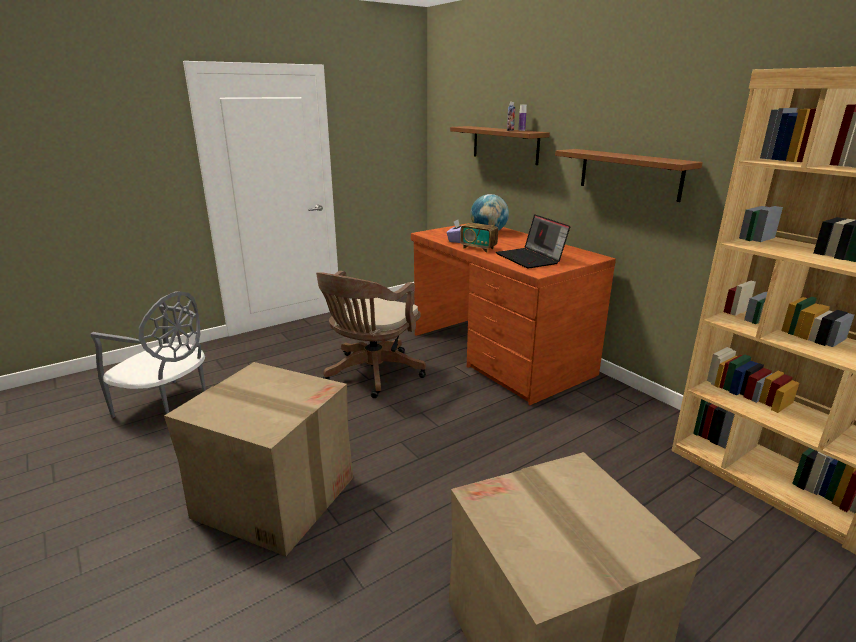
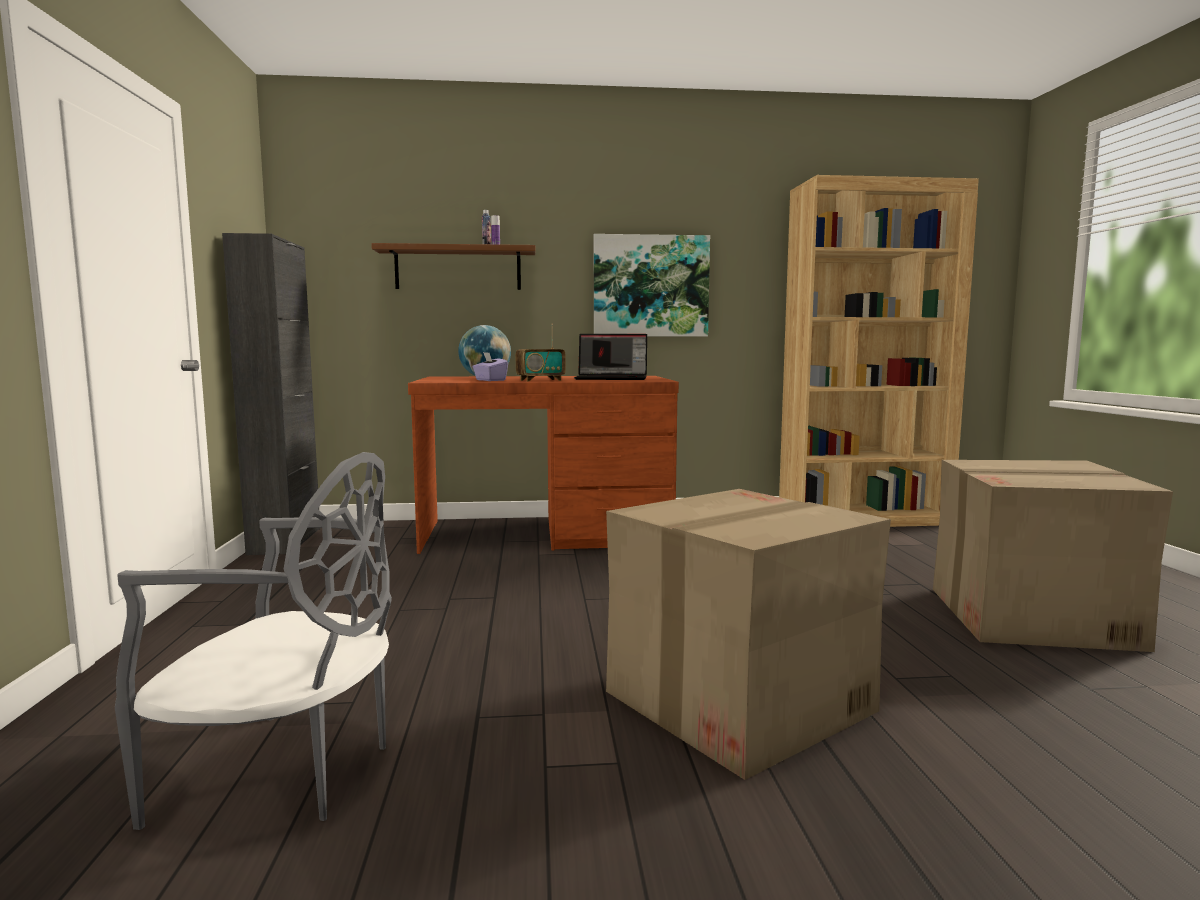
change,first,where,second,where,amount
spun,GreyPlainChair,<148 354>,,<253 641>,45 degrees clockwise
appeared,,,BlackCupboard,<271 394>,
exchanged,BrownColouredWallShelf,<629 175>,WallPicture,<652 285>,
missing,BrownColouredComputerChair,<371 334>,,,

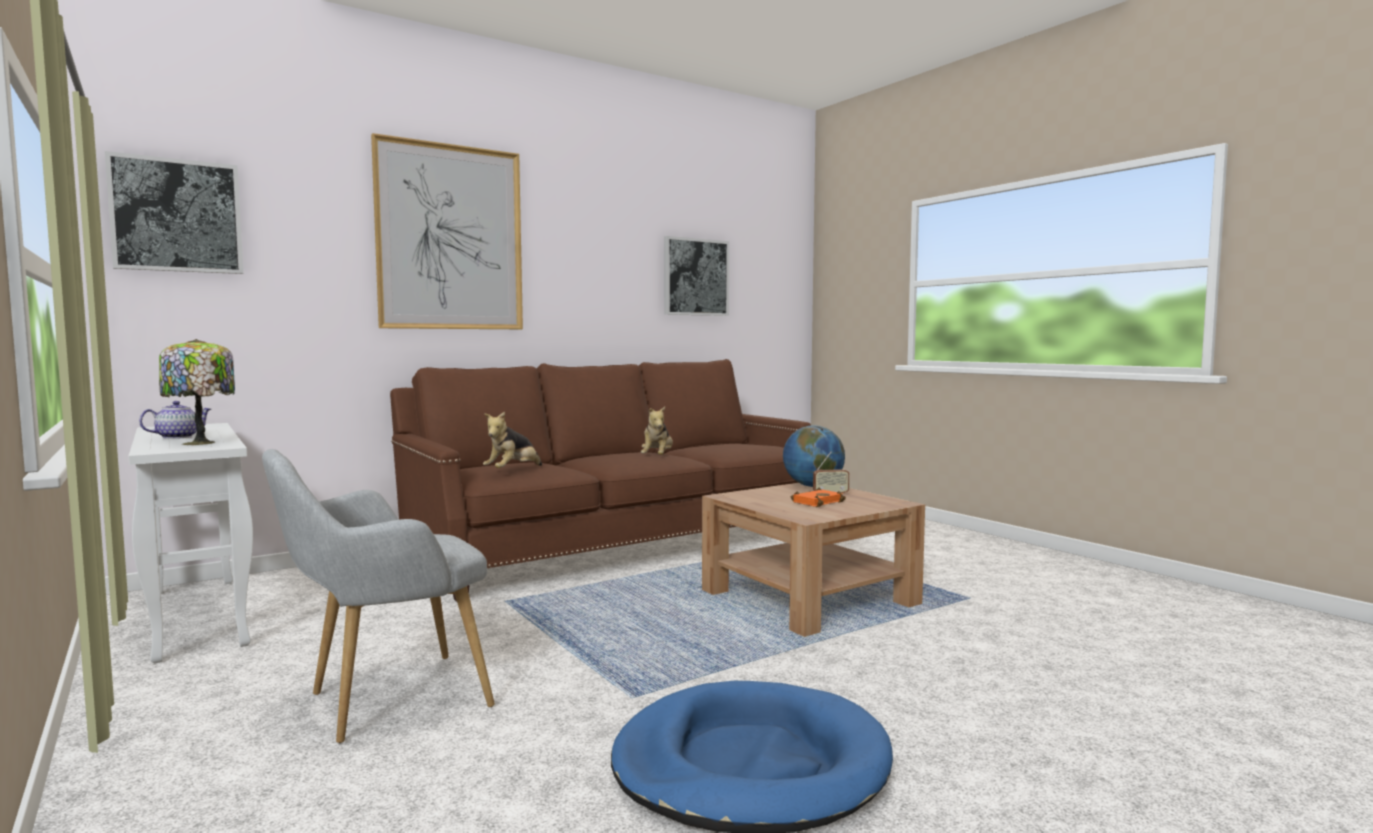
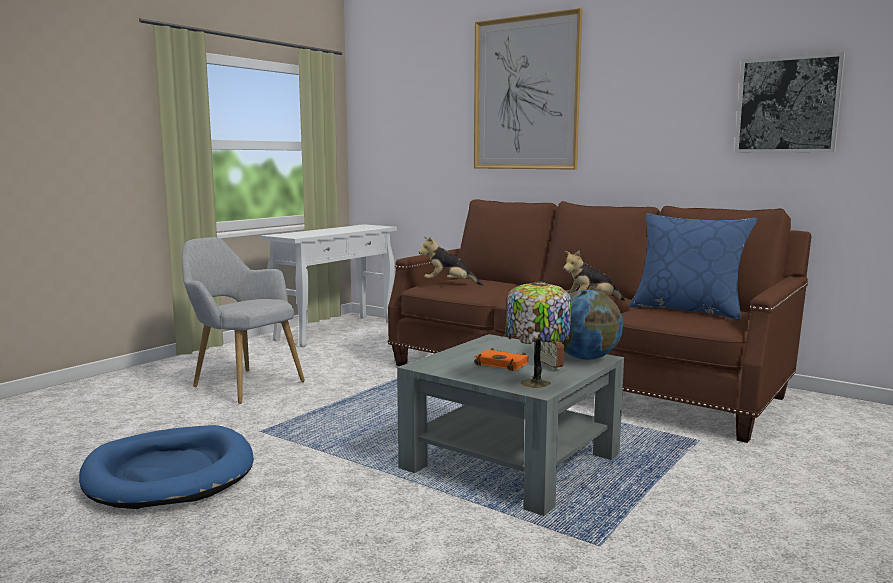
change,first,where,second,where,amount
colour,BrownColouredLoungeTable,<813 560>,GreyLoungeTable,<510 425>,
relocated,LampForATable,<197 392>,,<538 334>,
appeared,,,BlueColouredCushion,<693 266>,
missing,WallPicture,<174 212>,,,
missing,PotForTea,<175 420>,,,

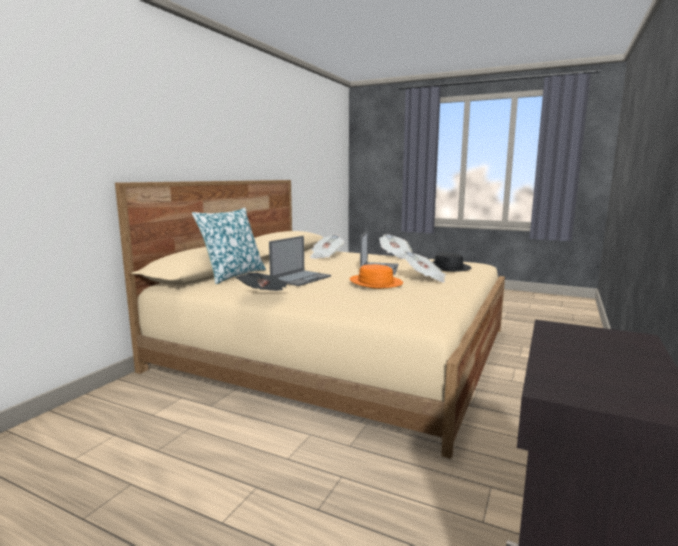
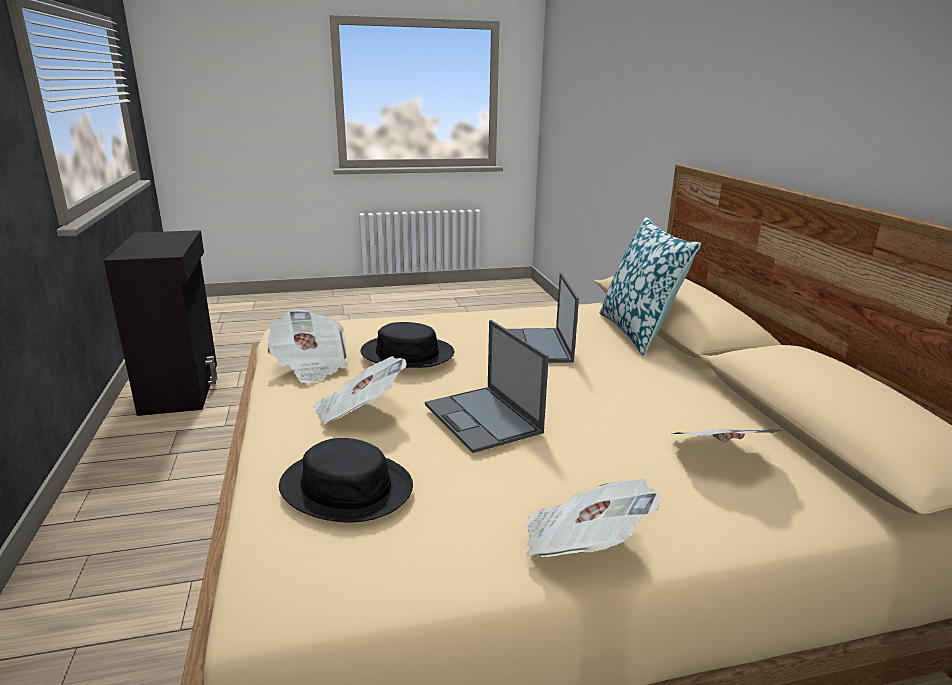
change,first,where,second,where,amount
relocated,Newspaper,<261 282>,,<307 346>,
colour,OrangeyHat,<376 276>,BlackHat,<407 345>,

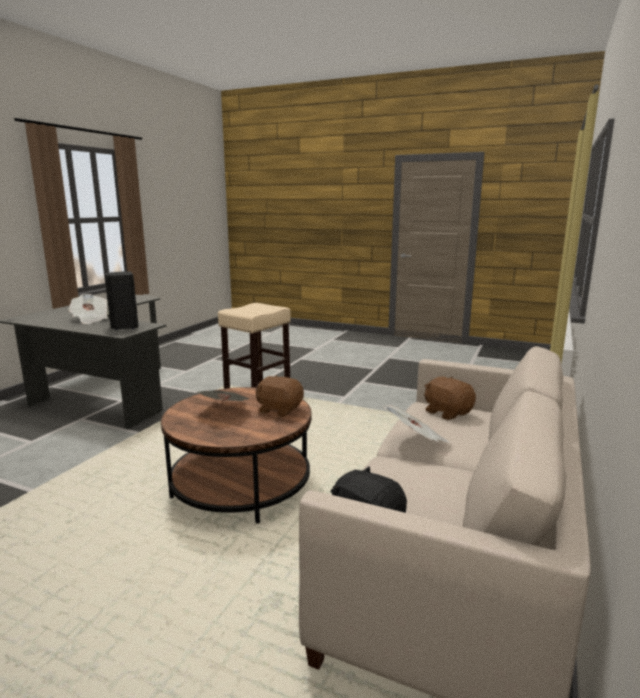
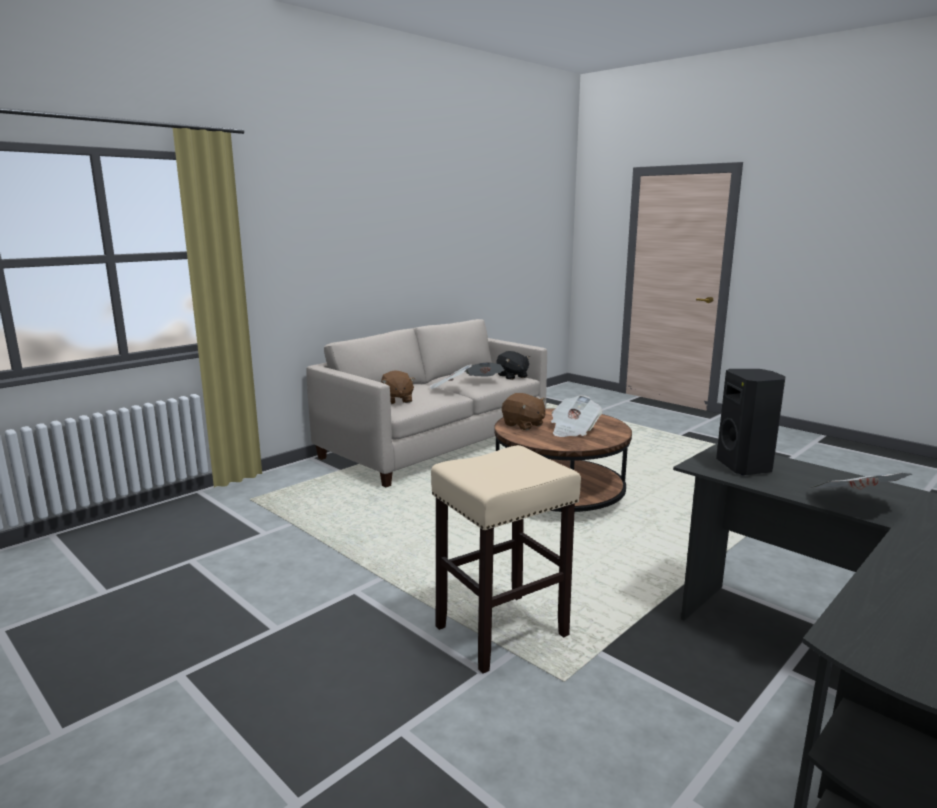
change,first,where,second,where,amount
appeared,,,Newspaper,<485 369>,

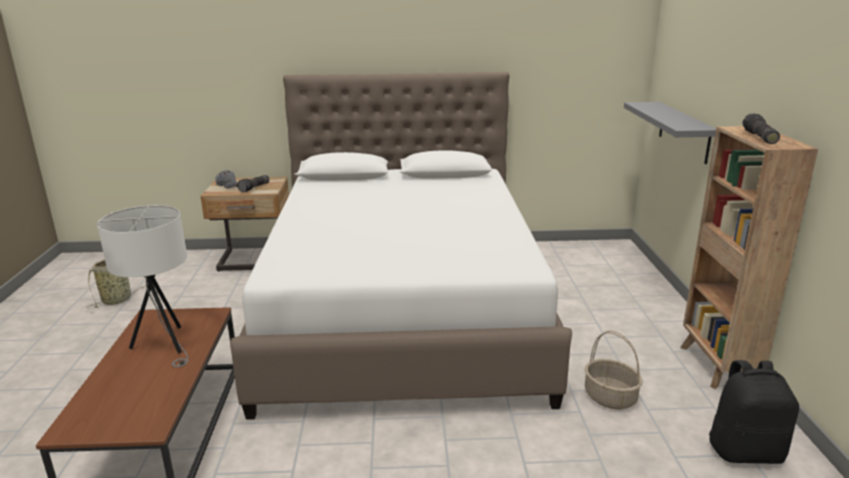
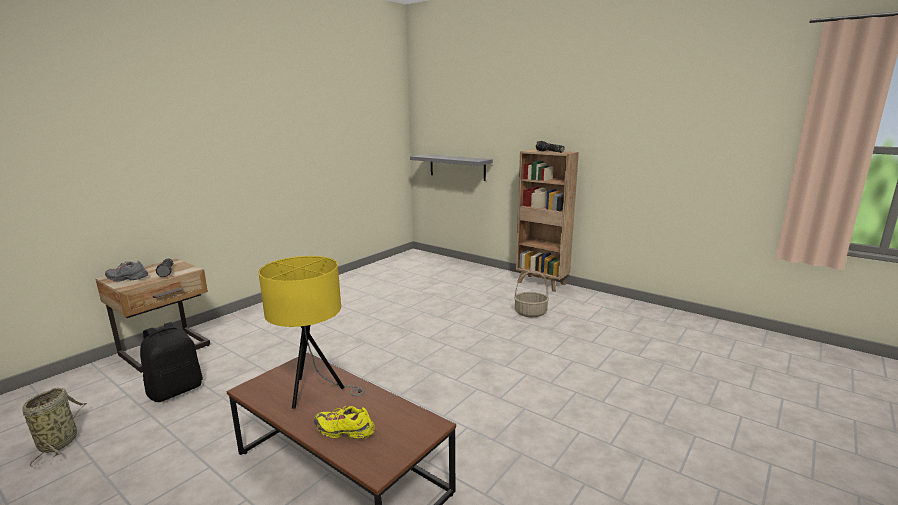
change,first,where,second,where,amount
relocated,BlackKnapsack,<754 412>,,<171 362>,
colour,WhiteLampForATable,<142 286>,YellowColouredLampForATable,<311 332>,
appeared,,,YellowColouredShoe,<344 422>,
missing,WhiteSleepingBed,<401 246>,,,

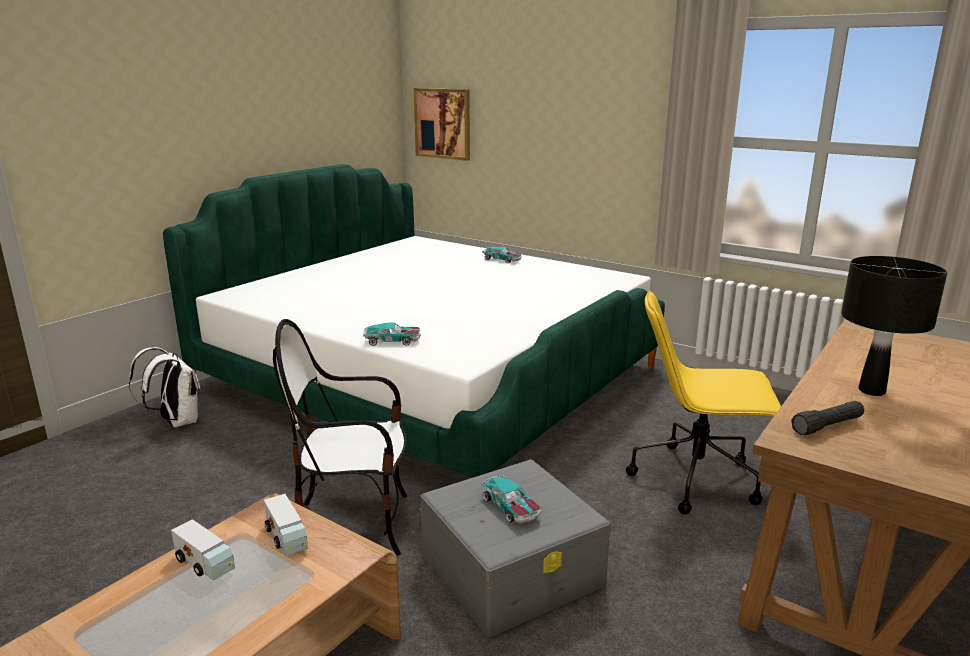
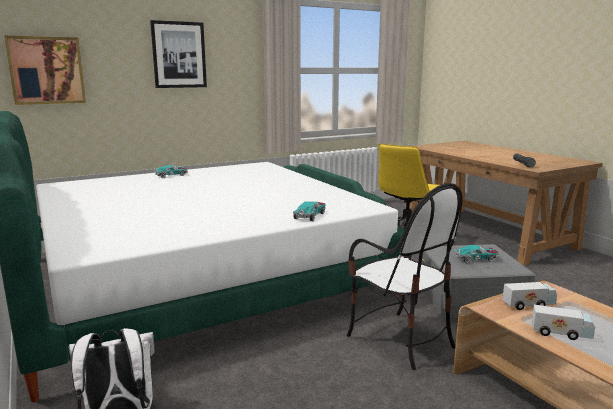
change,first,where,second,where,amount
appeared,,,WallPicture,<178 54>,
spun,PlainChair,<340 437>,,<405 276>,60 degrees counterclockwise
spun,ToyLorry,<203 549>,,<563 322>,45 degrees clockwise
missing,BlackLampForATable,<894 326>,,,

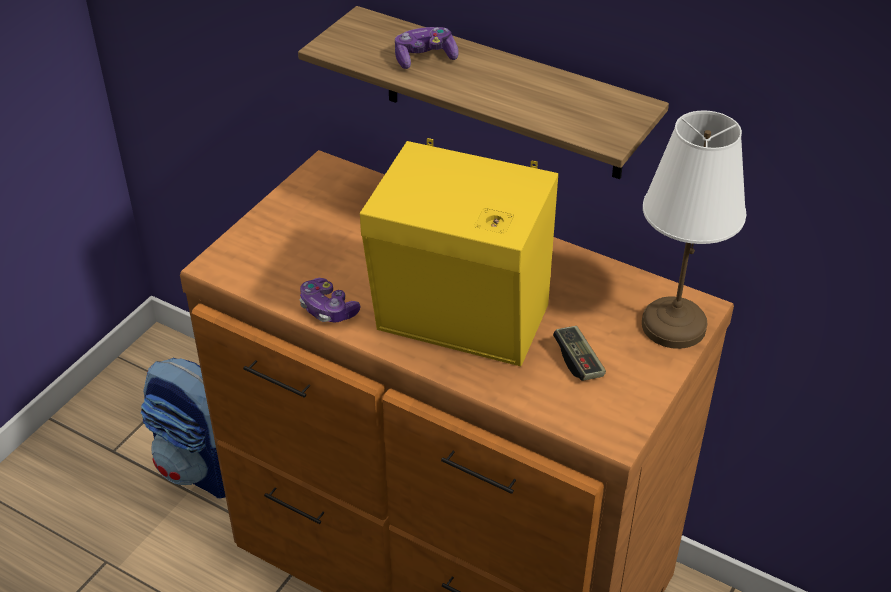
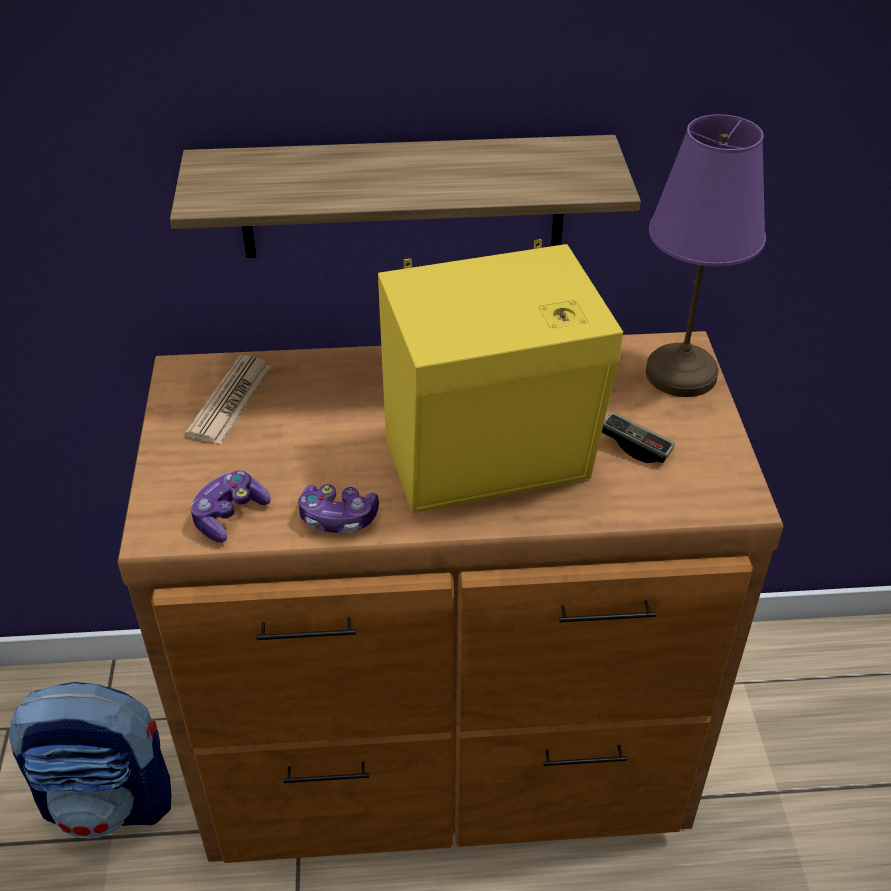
change,first,where,second,where,amount
appeared,,,Newspaper,<228 399>,
relocated,Joypad,<426 48>,,<230 507>,
colour,WhiteLampForATable,<694 230>,PurpleLampForATable,<706 255>,

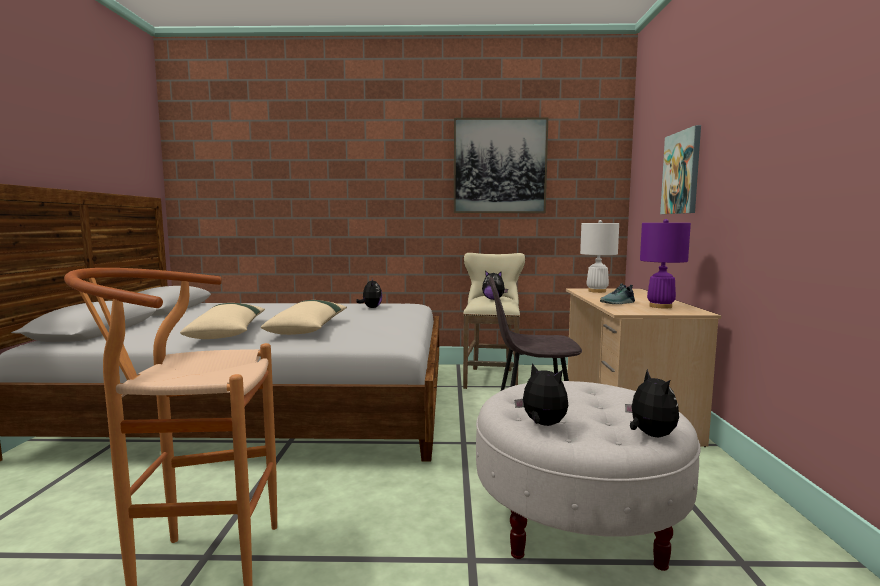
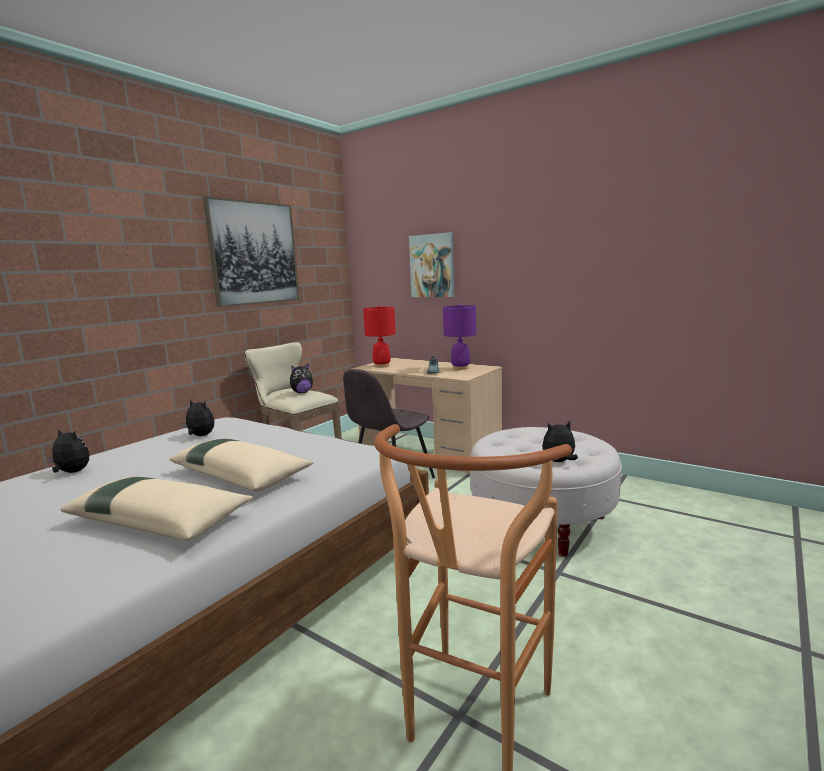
change,first,where,second,where,amount
relocated,PlushToy,<652 403>,,<68 451>,
colour,WhiteLampForATable,<599 256>,RedLampForATable,<379 336>,

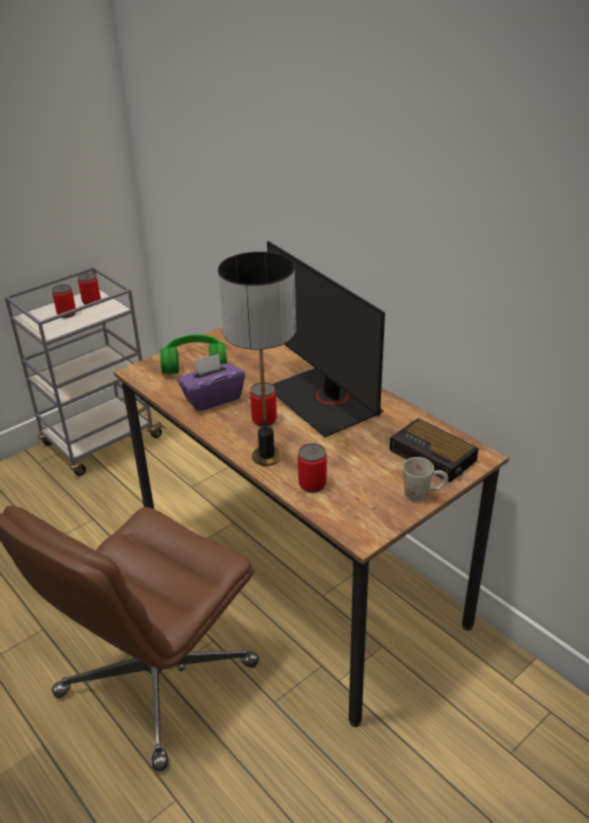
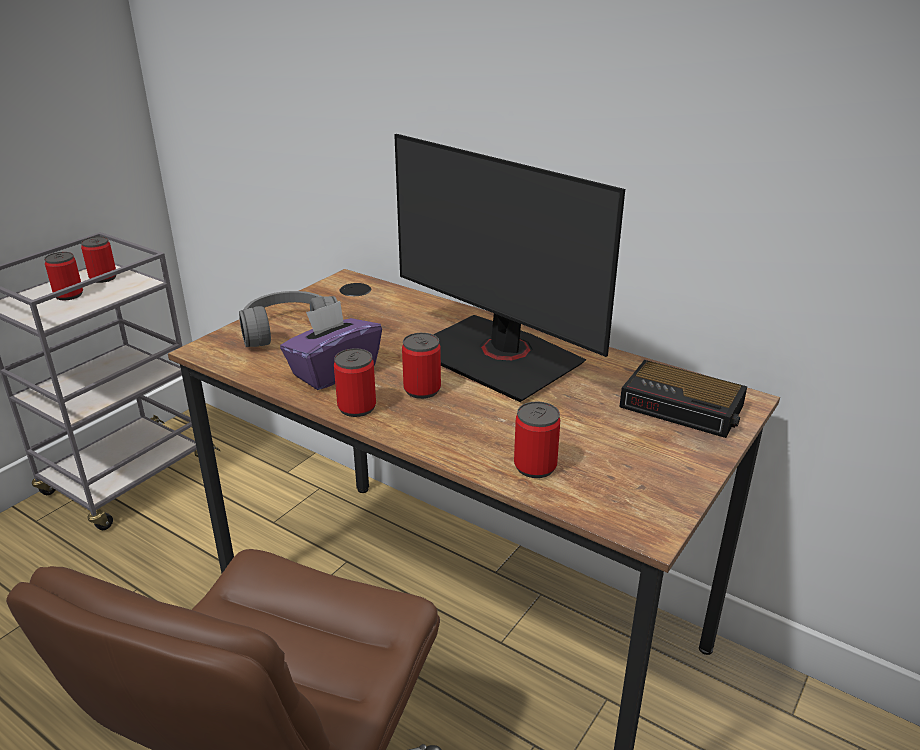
change,first,where,second,where,amount
colour,GreenishHeadphones,<193 354>,GreyHeadphones,<288 319>,
appeared,,,Can,<355 382>,
missing,LampForATable,<257 359>,,,
missing,WhiteTeaMug,<425 479>,,,

